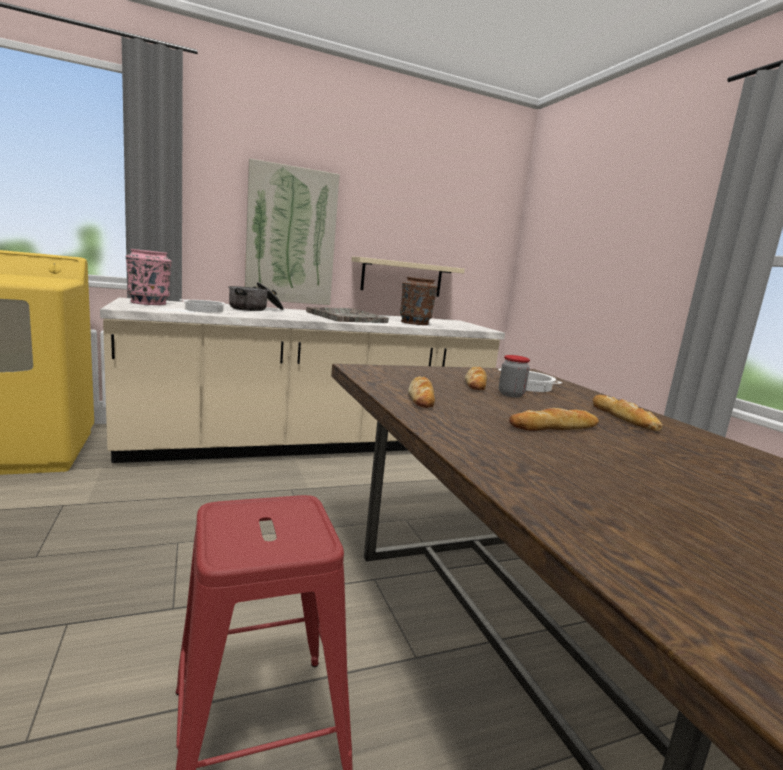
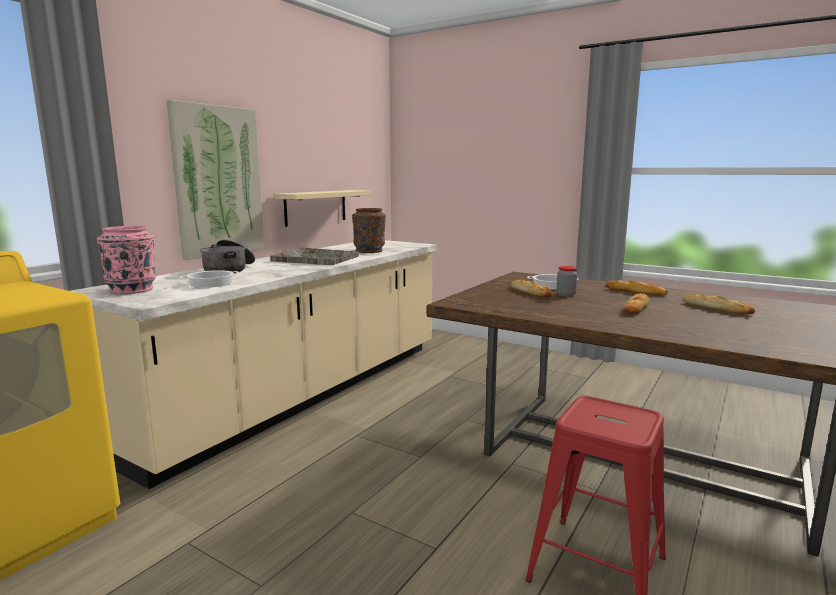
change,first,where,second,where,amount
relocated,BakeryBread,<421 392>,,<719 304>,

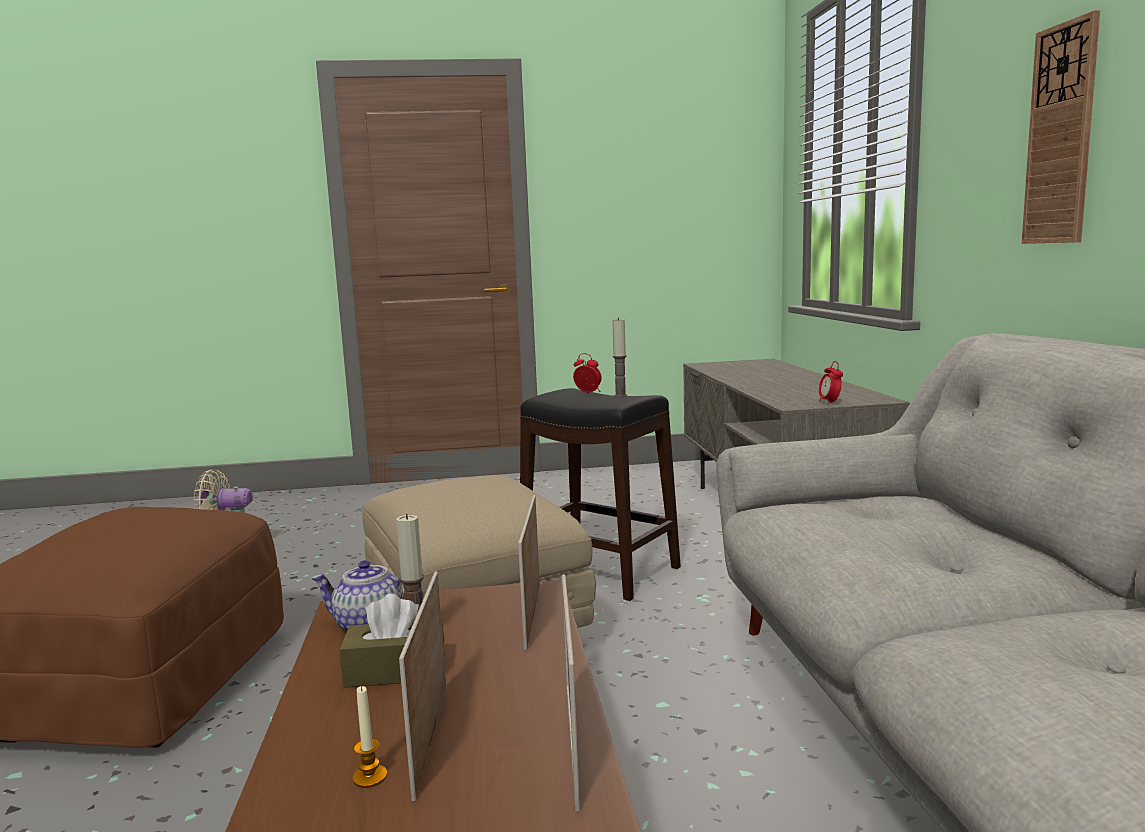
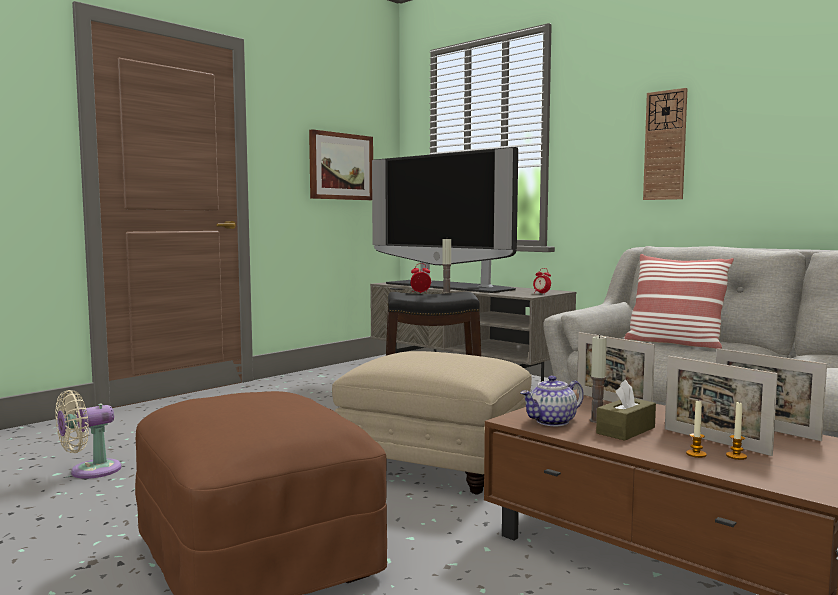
change,first,where,second,where,amount
appeared,,,WallPicture,<341 164>,
appeared,,,TvSet,<445 220>,
appeared,,,Cushion,<679 301>,
appeared,,,Candle,<696 429>,

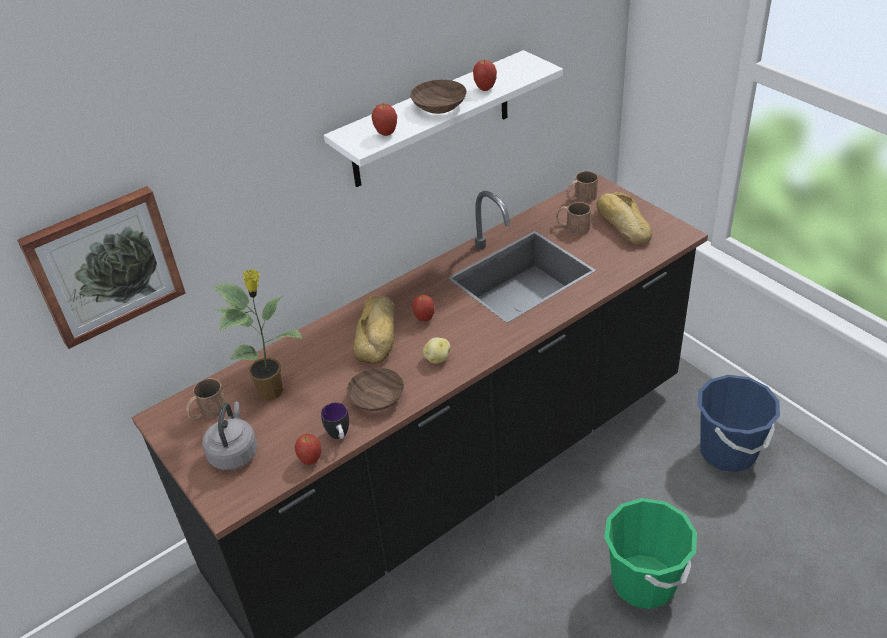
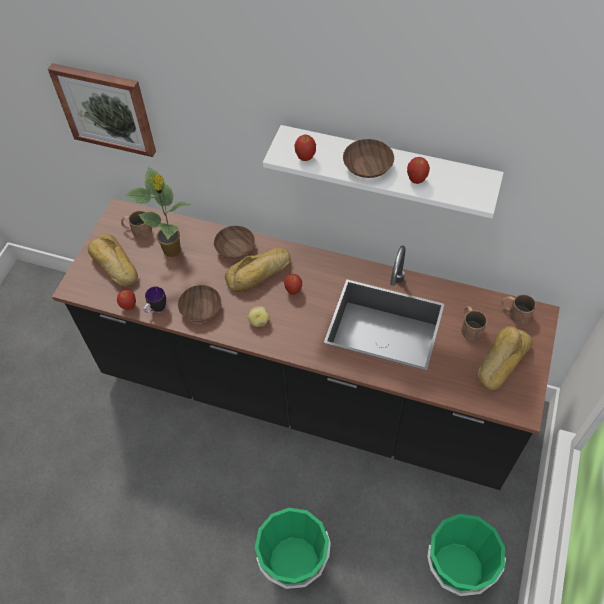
change,first,where,second,where,amount
exchanged,GreyWaterKettle,<229 436>,BakeryBread,<113 260>,
appeared,,,BrownColouredServingBowl,<234 242>,
colour,BlueColouredBucket,<738 423>,GreenishBucket,<466 555>,

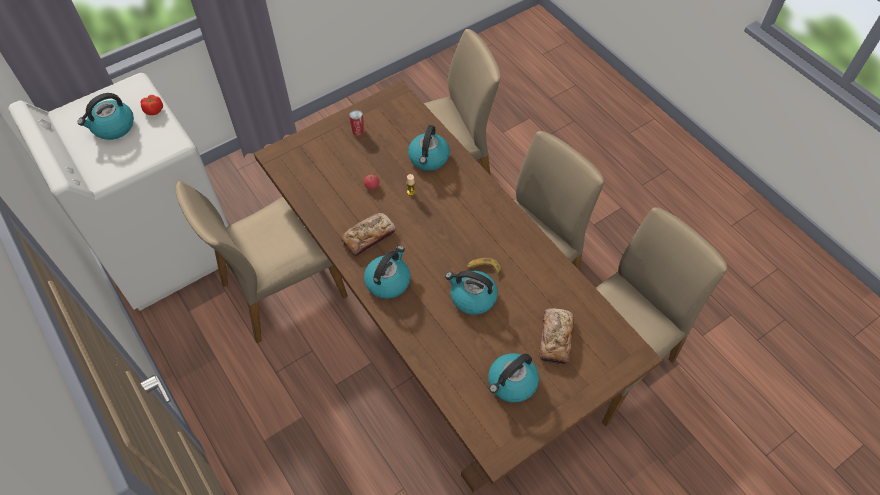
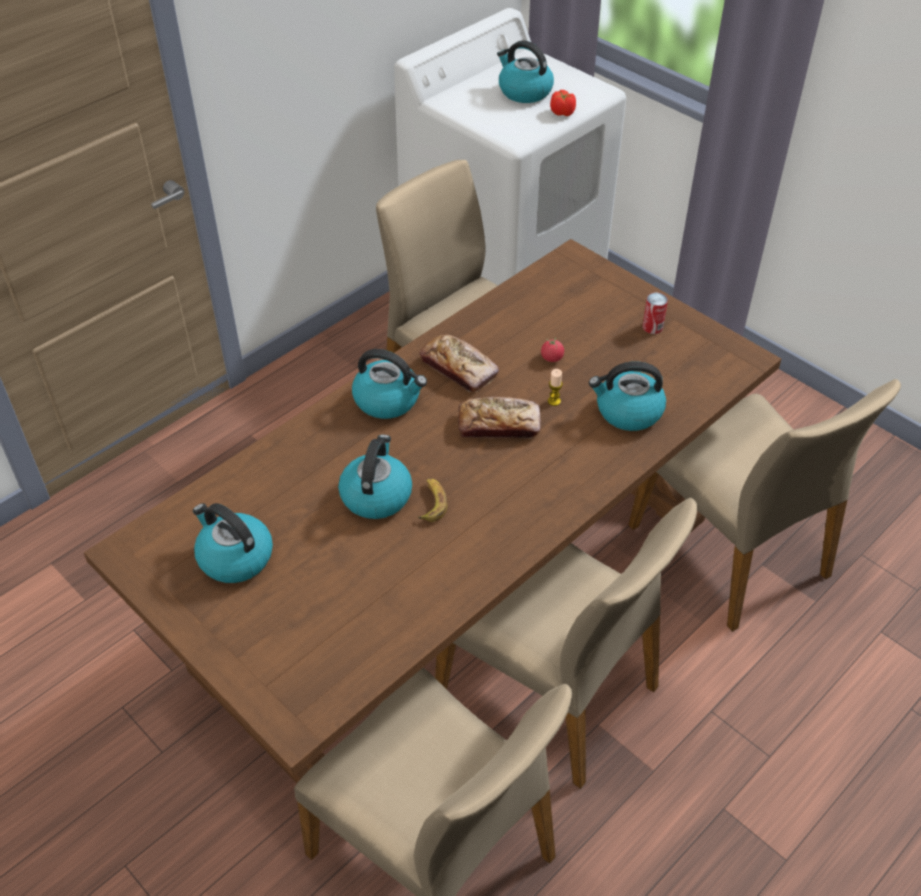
change,first,where,second,where,amount
relocated,BakeryBread,<556 336>,,<499 418>,

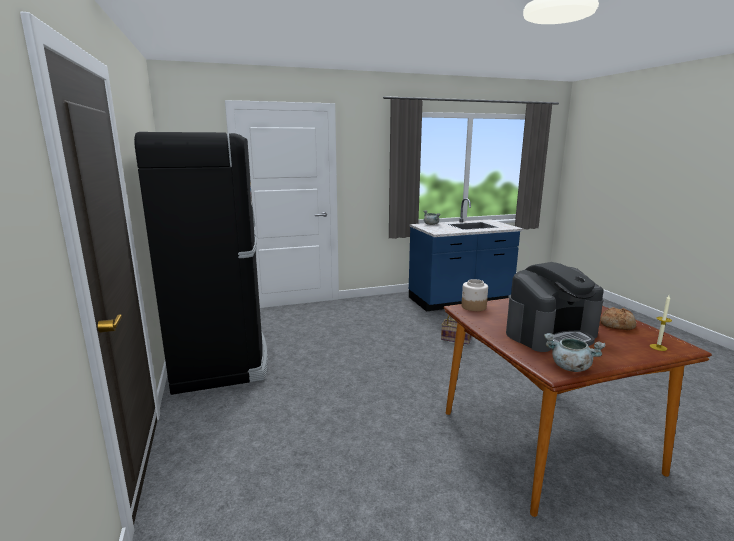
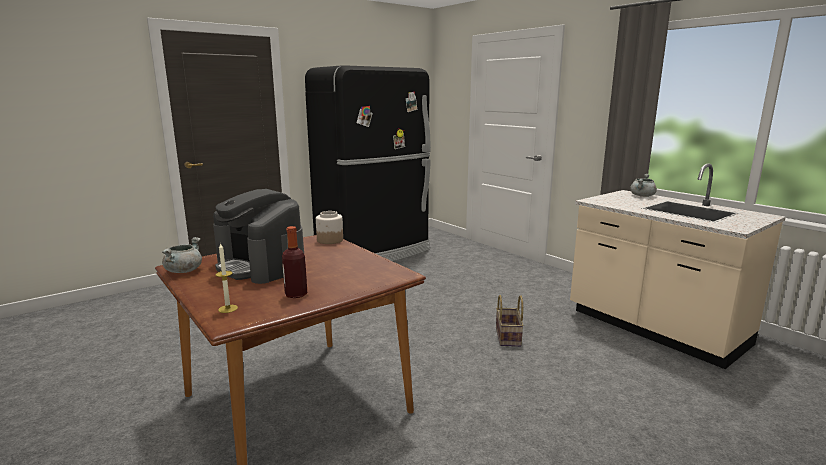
change,first,where,second,where,amount
exchanged,BakeryBread,<618 318>,DrinkBottle,<294 262>,
colour,BlueColouredKitchenBaseUnit,<466 254>,SandColouredKitchenBaseUnit,<678 266>,

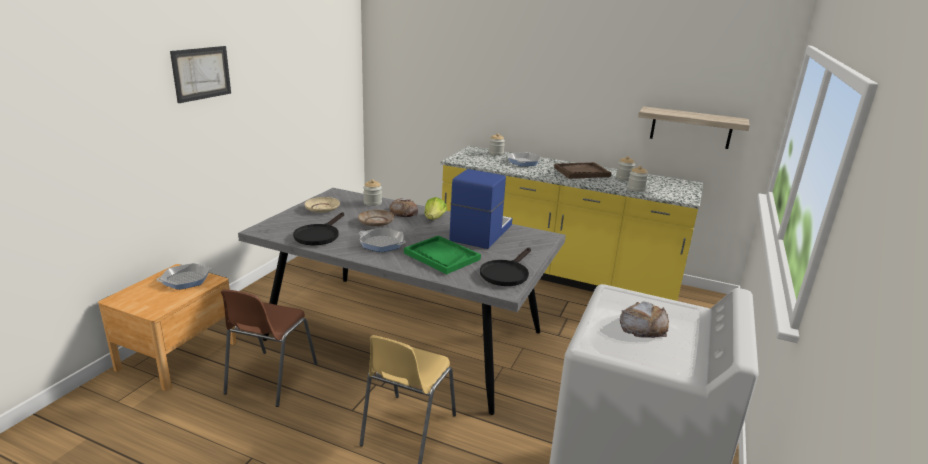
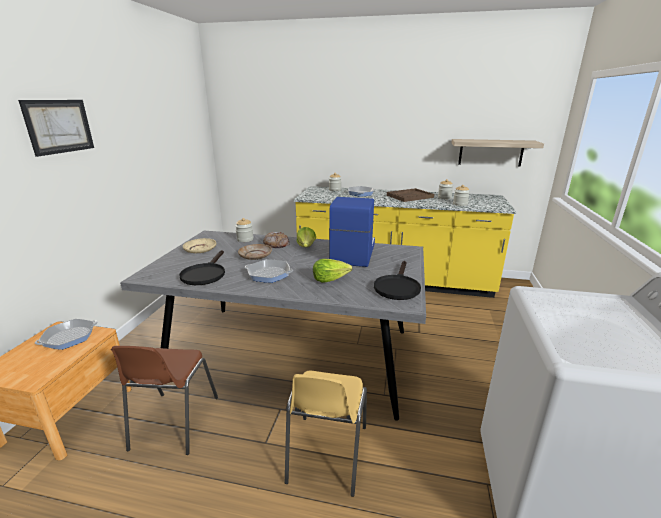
change,first,where,second,where,amount
exchanged,GreenishCarryingTray,<442 255>,HeadOfLettuce,<332 271>,
missing,BakeryBread,<644 320>,,,

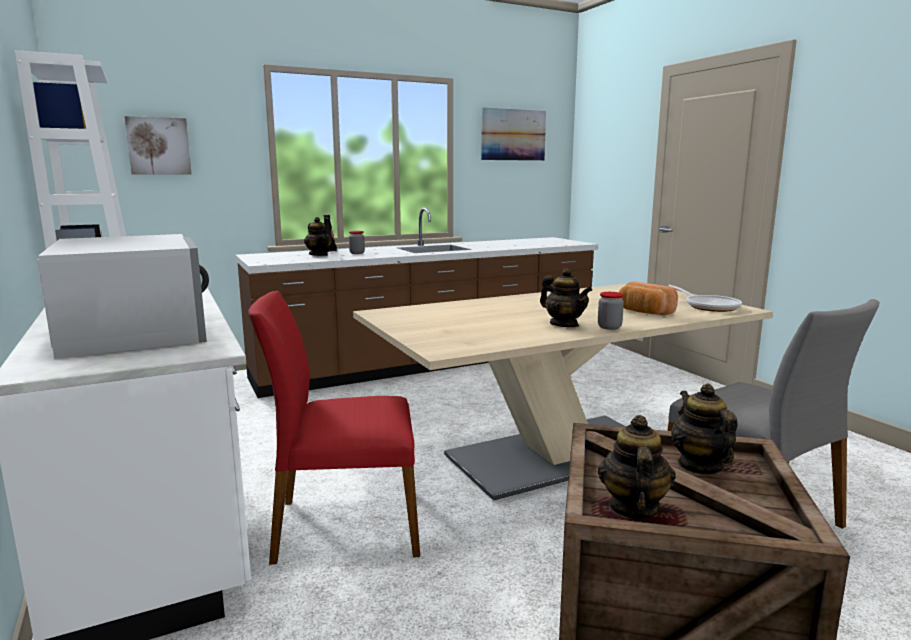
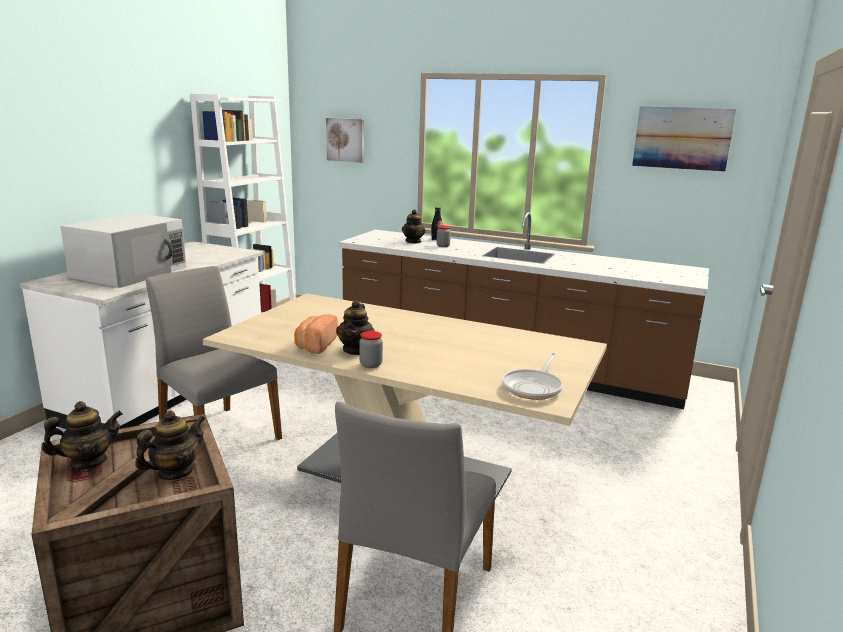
change,first,where,second,where,amount
colour,RedPlainChair,<334 428>,GreyPlainChair,<214 353>,
relocated,BakeryBread,<648 298>,,<316 334>,

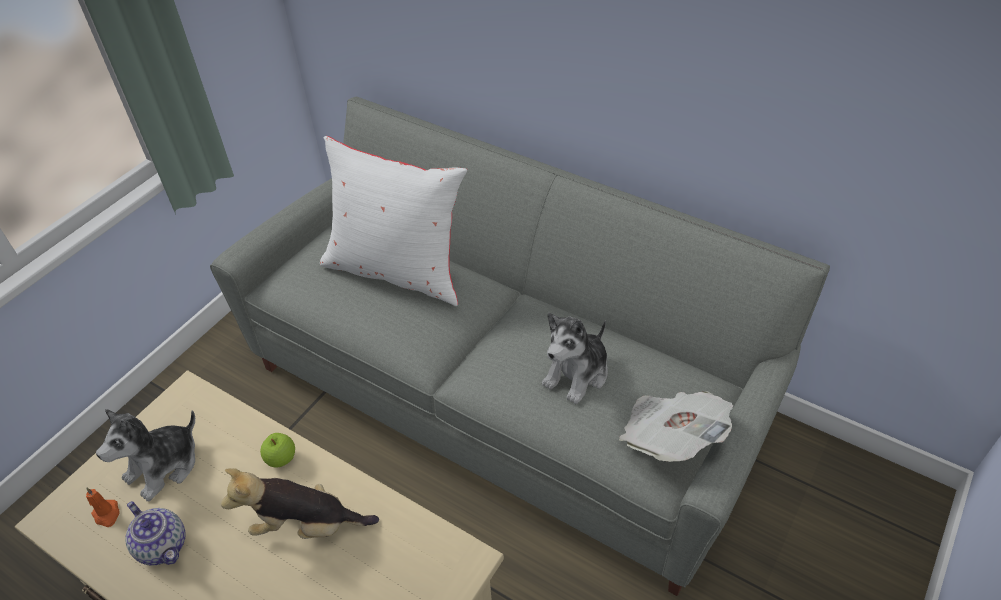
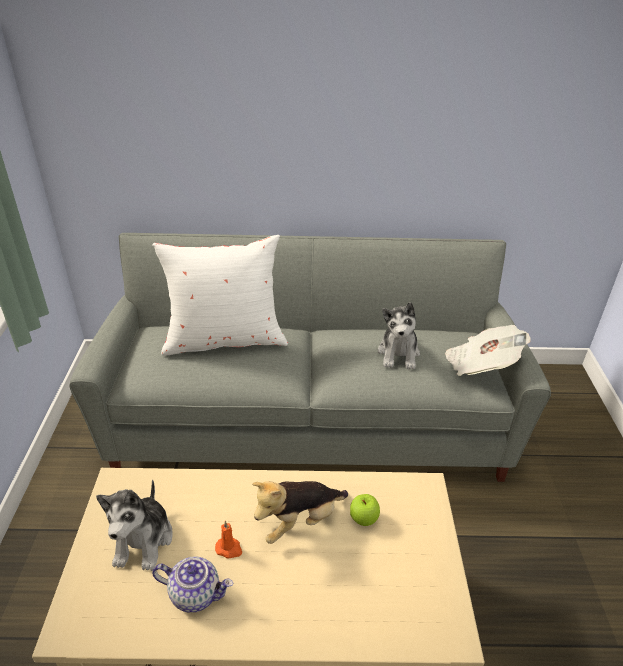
change,first,where,second,where,amount
relocated,OrangeyCandle,<102 507>,,<228 540>,
relocated,AppleFruit,<277 450>,,<365 510>,

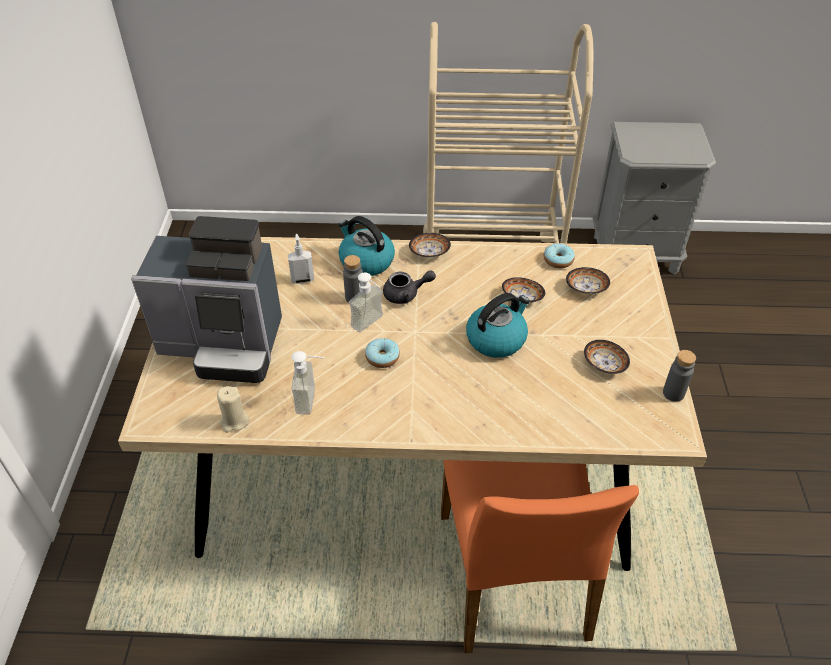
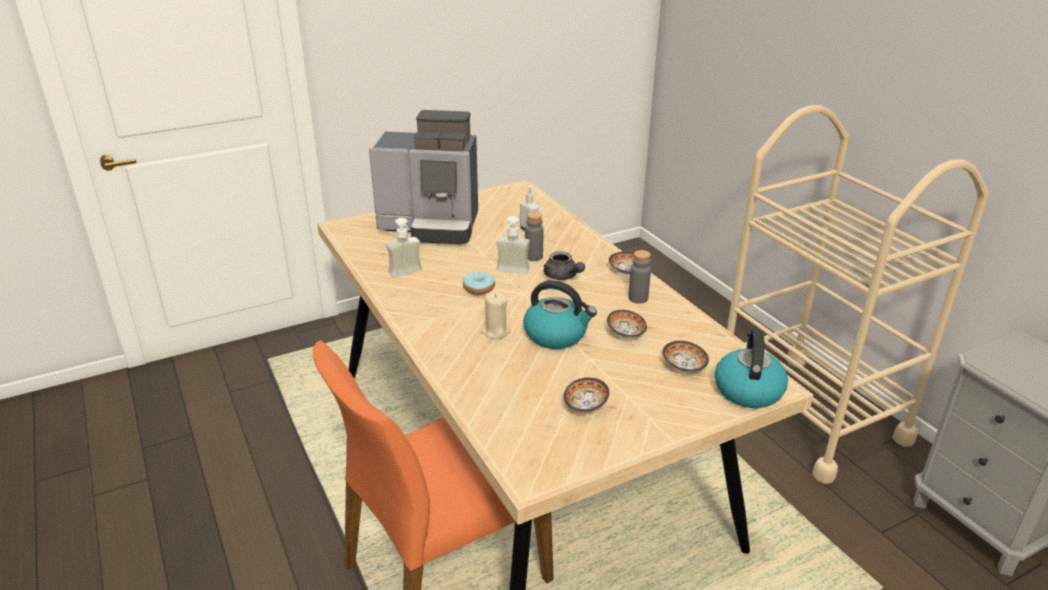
change,first,where,second,where,amount
spun,CoffeeBrewer,<206 299>,,<423 177>,60 degrees counterclockwise
relocated,SandColouredCandle,<233 409>,,<495 315>,
relocated,GreyDrinkBottle,<679 376>,,<639 277>,
relocated,WaterKettle,<366 246>,,<751 368>,
missing,Donut,<559 256>,,,

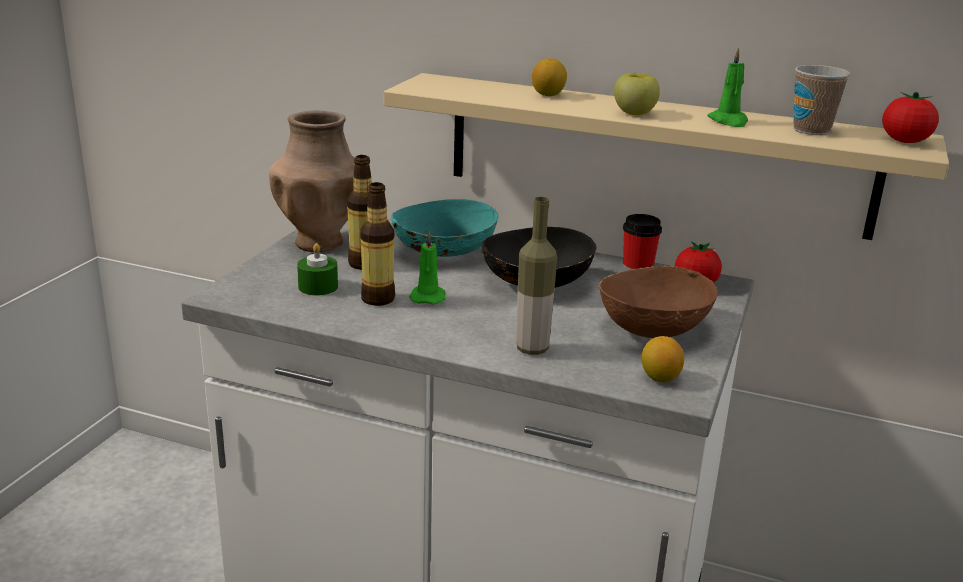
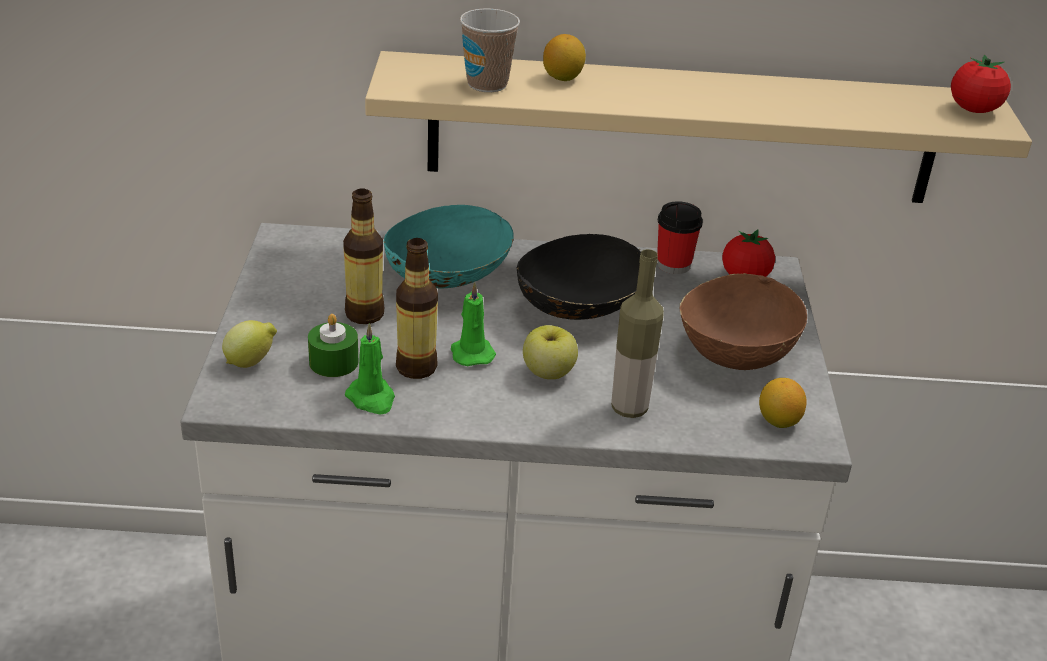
change,first,where,second,where,amount
appeared,,,CitrusFruit,<249 344>,
relocated,GreenishCandle,<728 87>,,<370 369>,
relocated,SmallCup,<821 100>,,<490 50>,
relocated,AppleFruit,<637 94>,,<550 352>,
missing,BrownColouredVase,<312 181>,,,

